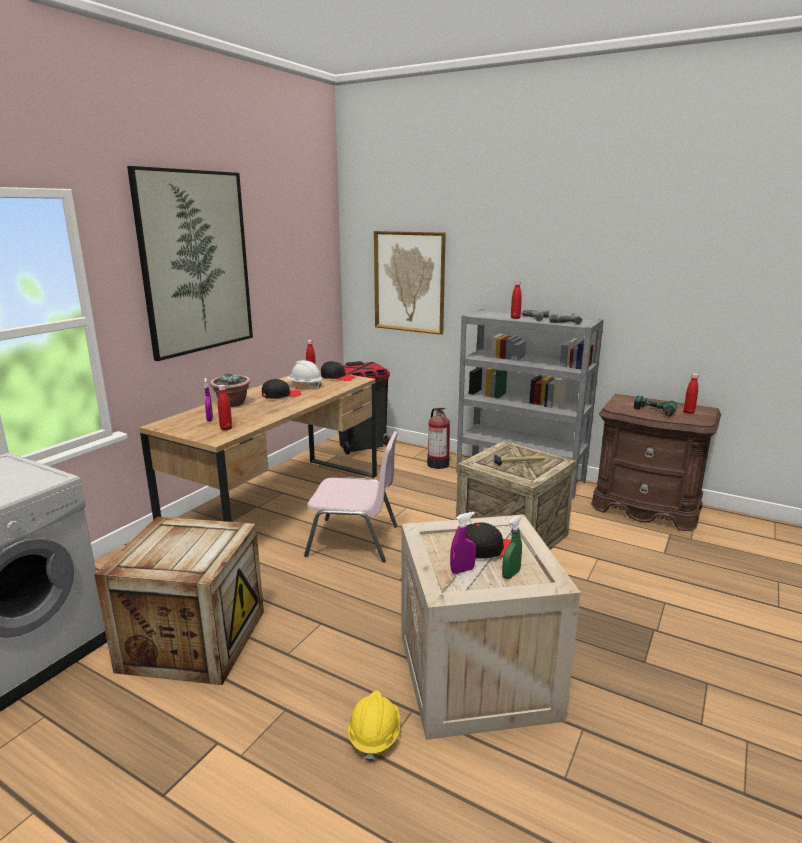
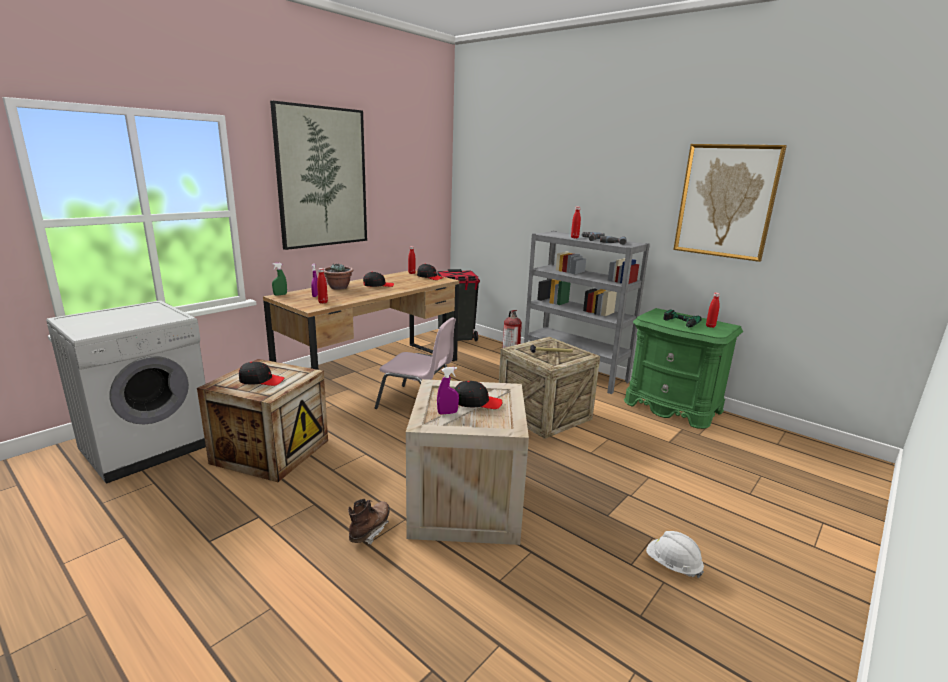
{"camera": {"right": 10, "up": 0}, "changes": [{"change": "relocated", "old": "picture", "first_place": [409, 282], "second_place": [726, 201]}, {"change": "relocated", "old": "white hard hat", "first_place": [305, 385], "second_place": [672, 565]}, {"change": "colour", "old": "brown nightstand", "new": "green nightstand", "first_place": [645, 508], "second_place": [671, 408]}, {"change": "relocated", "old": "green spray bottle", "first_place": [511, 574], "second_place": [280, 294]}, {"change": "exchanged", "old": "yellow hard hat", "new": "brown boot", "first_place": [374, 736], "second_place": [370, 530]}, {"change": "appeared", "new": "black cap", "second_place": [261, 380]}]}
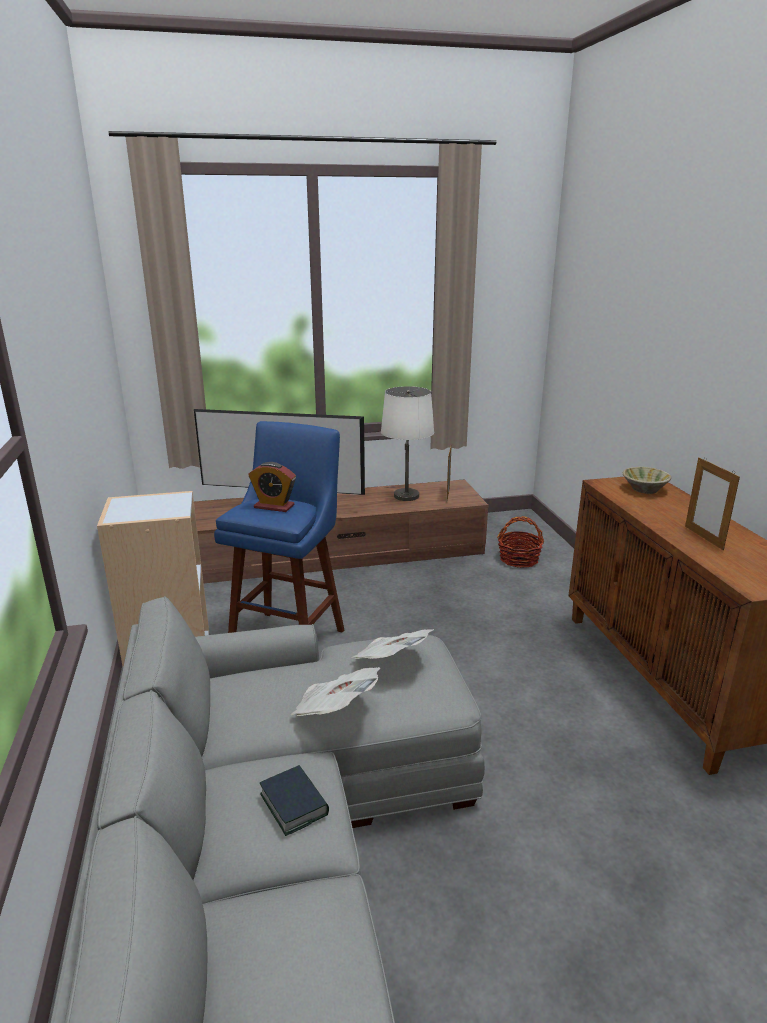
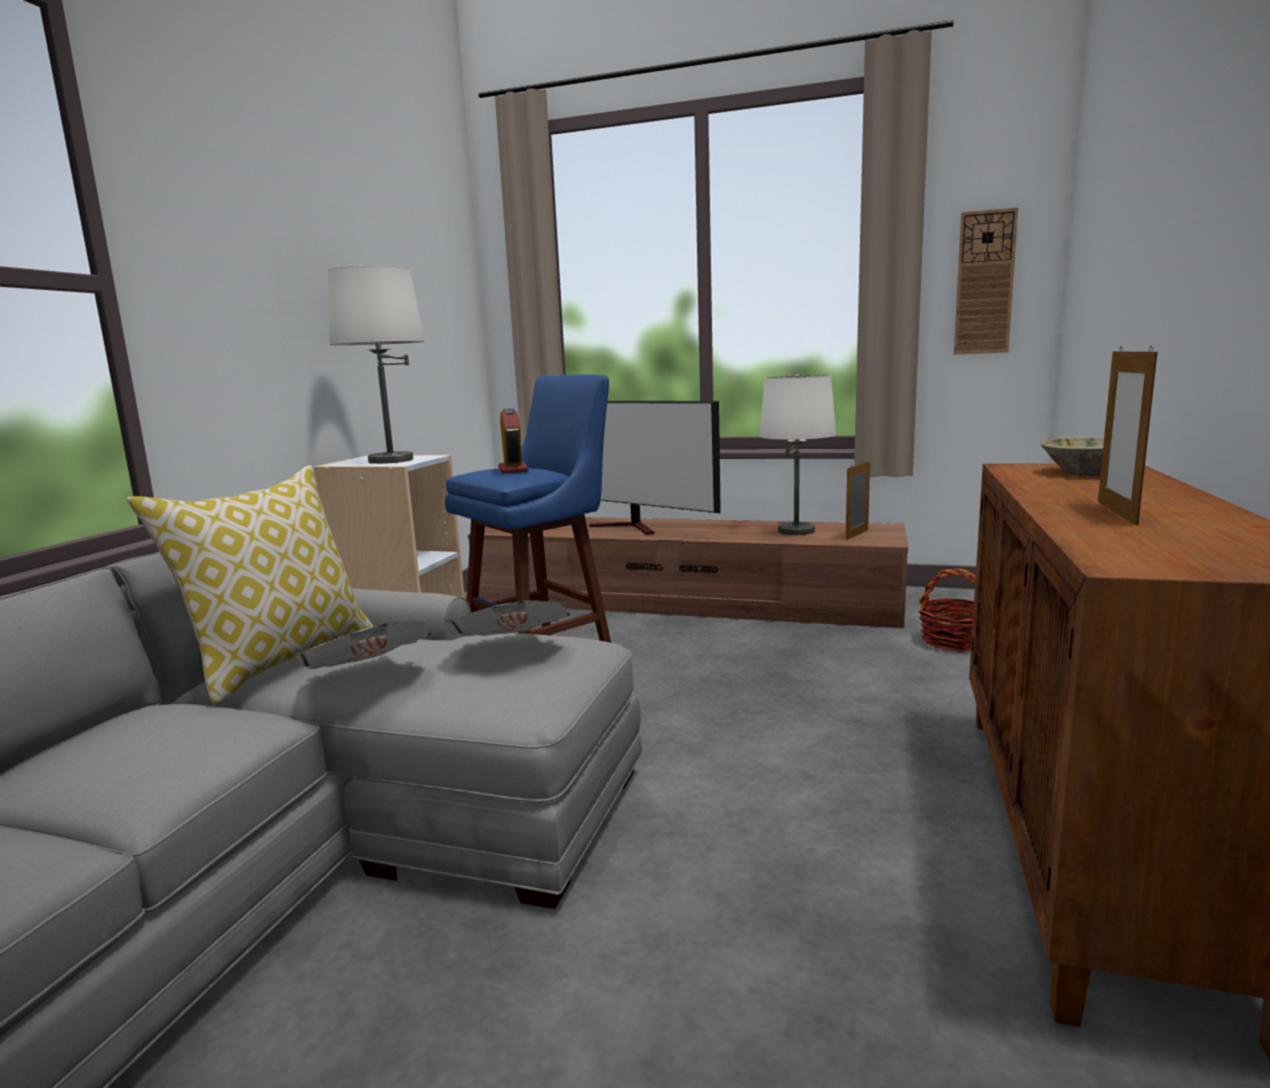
{"camera": {"right": 30, "up": -10}, "changes": [{"change": "spun", "old": "alarm clock", "first_place": [274, 506], "second_place": [513, 469], "degrees": -150}, {"change": "missing", "old": "book", "first_place": [294, 804]}, {"change": "appeared", "new": "wall clock", "second_place": [984, 283]}, {"change": "appeared", "new": "white table lamp", "second_place": [391, 460]}, {"change": "appeared", "new": "pillow", "second_place": [281, 660]}]}
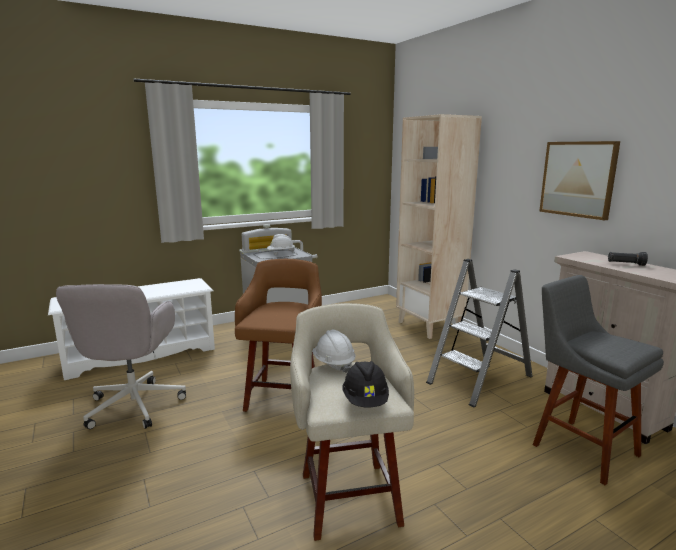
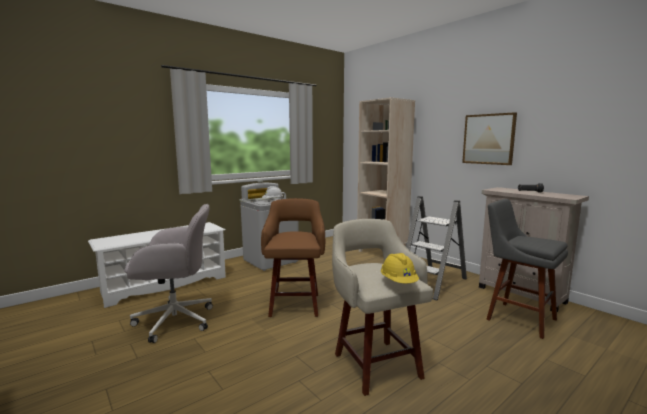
{"camera": {"right": -10, "up": -5}, "changes": [{"change": "spun", "old": "grey office chair", "first_place": [134, 406], "second_place": [176, 321], "degrees": -90}, {"change": "missing", "old": "white hard hat", "first_place": [333, 363]}, {"change": "colour", "old": "black hard hat", "new": "yellow hard hat", "first_place": [365, 401], "second_place": [398, 282]}]}
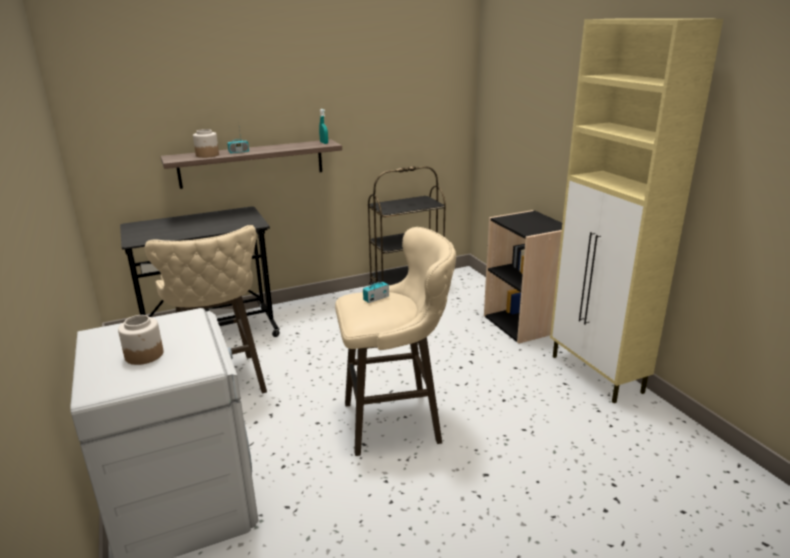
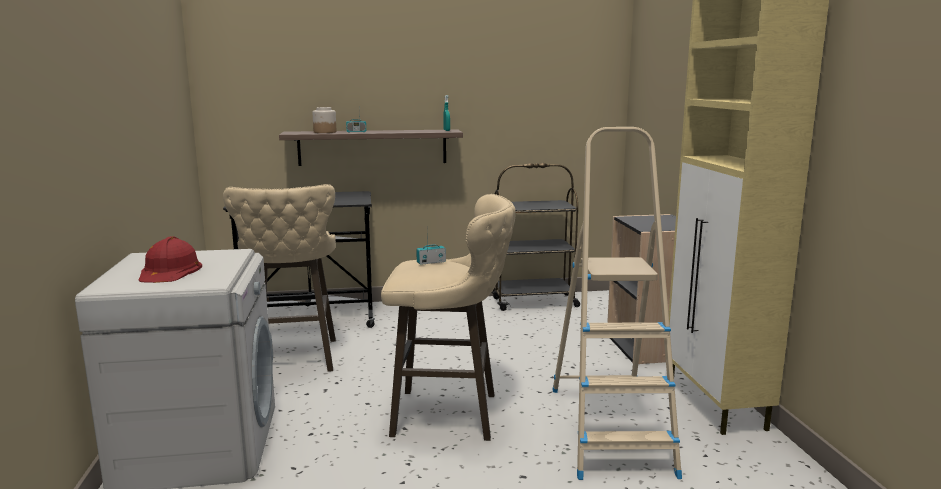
{"camera": {"right": 15, "up": -10}, "changes": [{"change": "exchanged", "old": "jar", "new": "red hard hat", "first_place": [144, 355], "second_place": [170, 271]}, {"change": "appeared", "new": "beige step ladder", "second_place": [609, 429]}]}
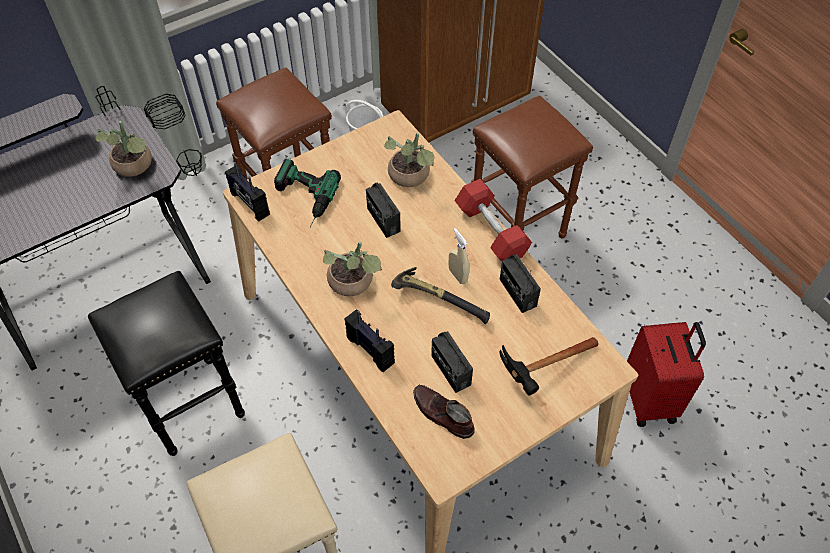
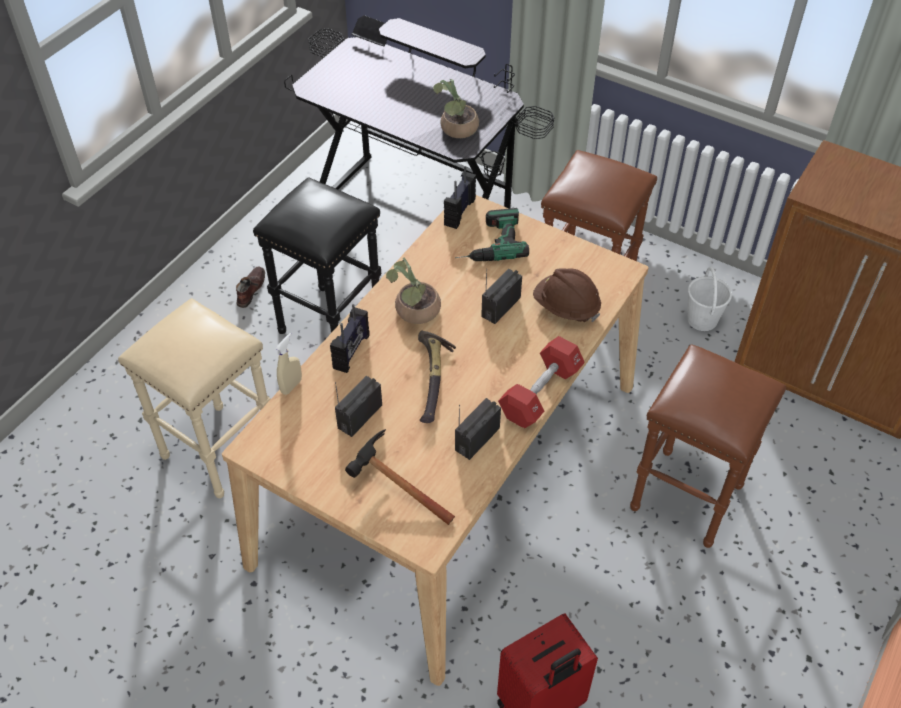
{"camera": {"right": 65, "up": -5}, "changes": [{"change": "exchanged", "old": "potted plant", "new": "brown hard hat", "first_place": [410, 178], "second_place": [566, 307]}, {"change": "relocated", "old": "beige spray bottle", "first_place": [458, 275], "second_place": [291, 386]}, {"change": "relocated", "old": "brown shoe", "first_place": [442, 414], "second_place": [250, 289]}]}
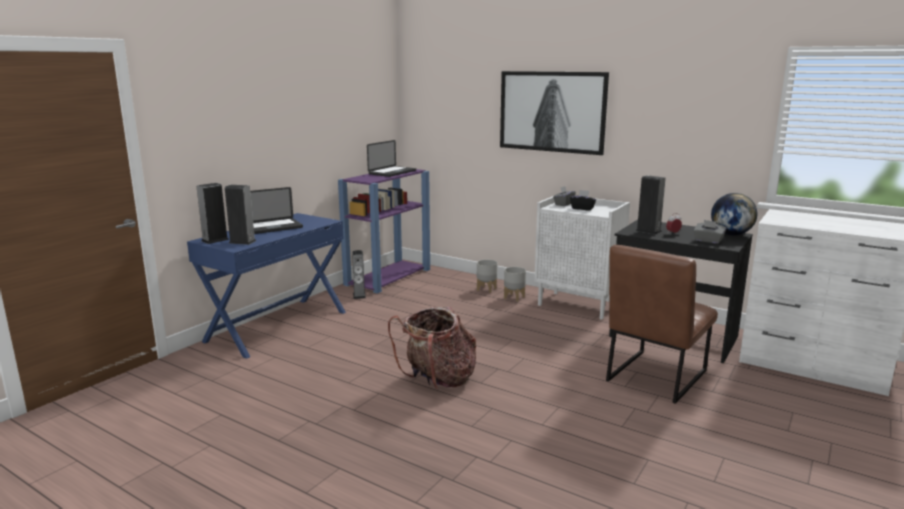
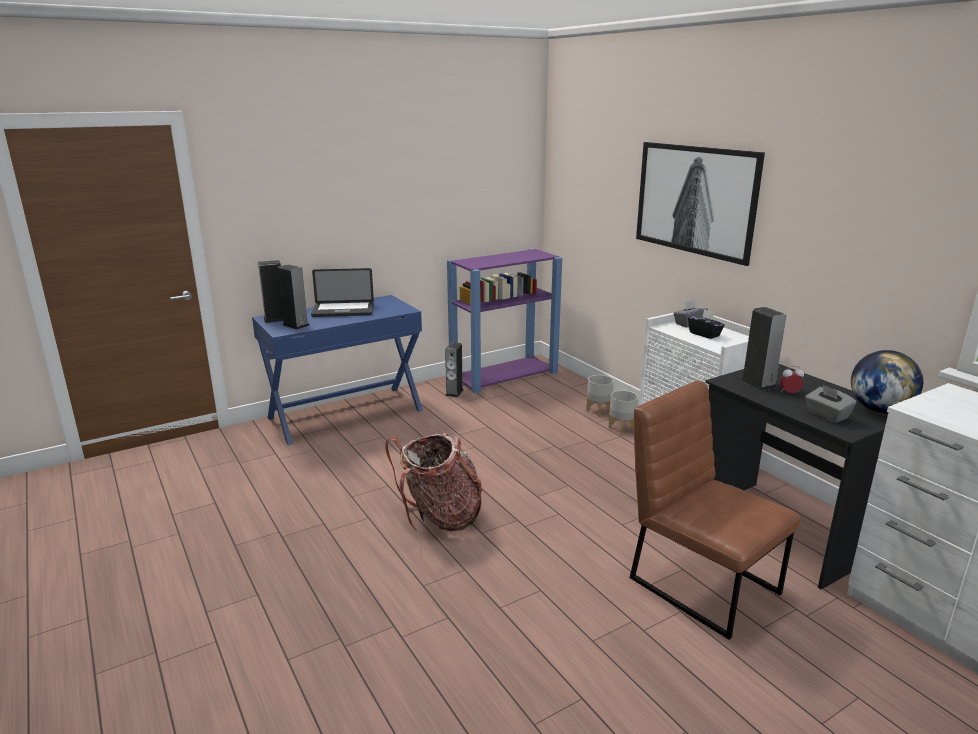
{"camera": {"right": 25, "up": 5}, "changes": [{"change": "missing", "old": "laptop", "first_place": [392, 172]}, {"change": "spun", "old": "brown chair", "first_place": [654, 376], "second_place": [701, 583], "degrees": 75}]}
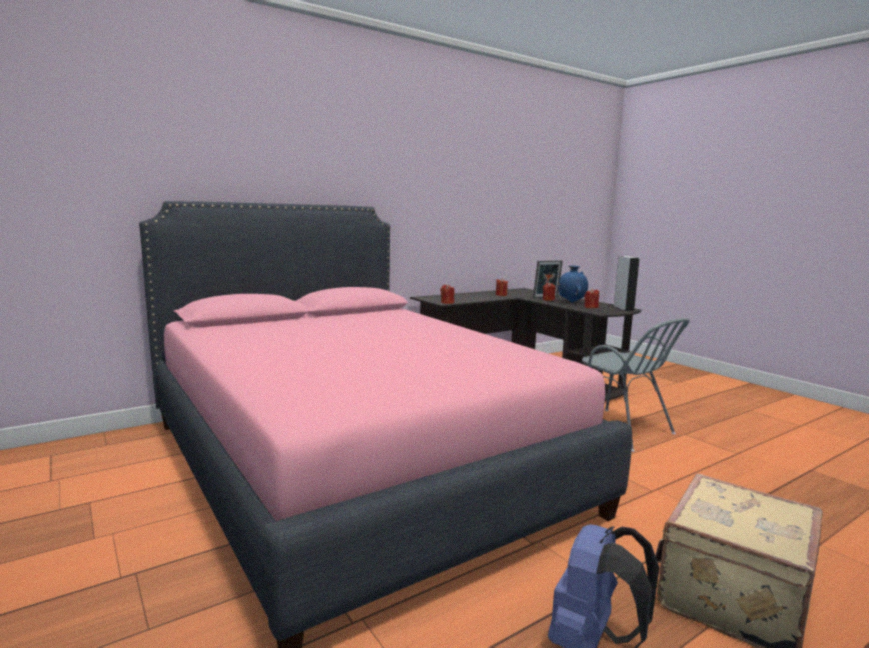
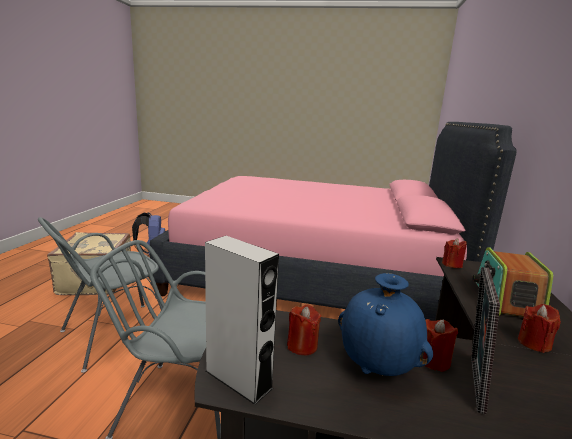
{"camera": {"right": 135, "up": 5}, "changes": [{"change": "appeared", "new": "grey chair", "second_place": [112, 335]}, {"change": "appeared", "new": "radio", "second_place": [505, 301]}]}
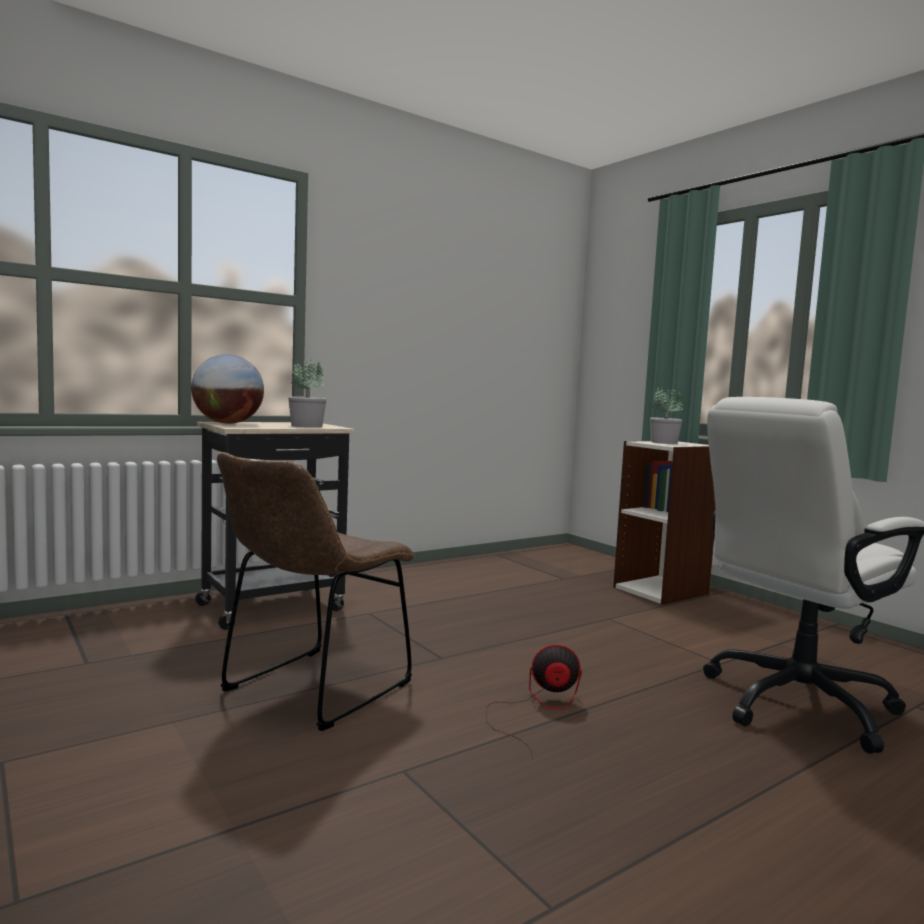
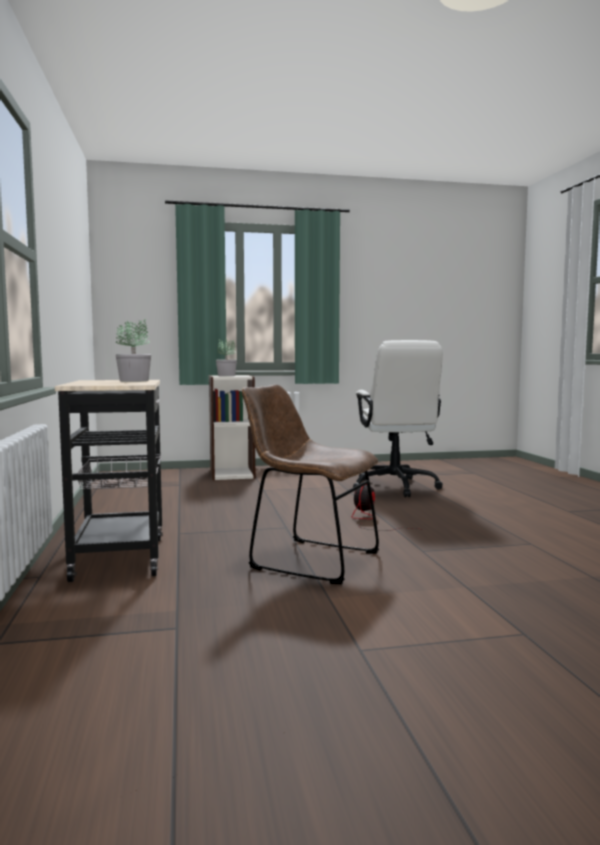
{"camera": {"right": -65, "up": 0}, "changes": [{"change": "missing", "old": "globe", "first_place": [228, 423]}, {"change": "spun", "old": "brown chair", "first_place": [311, 690], "second_place": [309, 559], "degrees": 150}]}
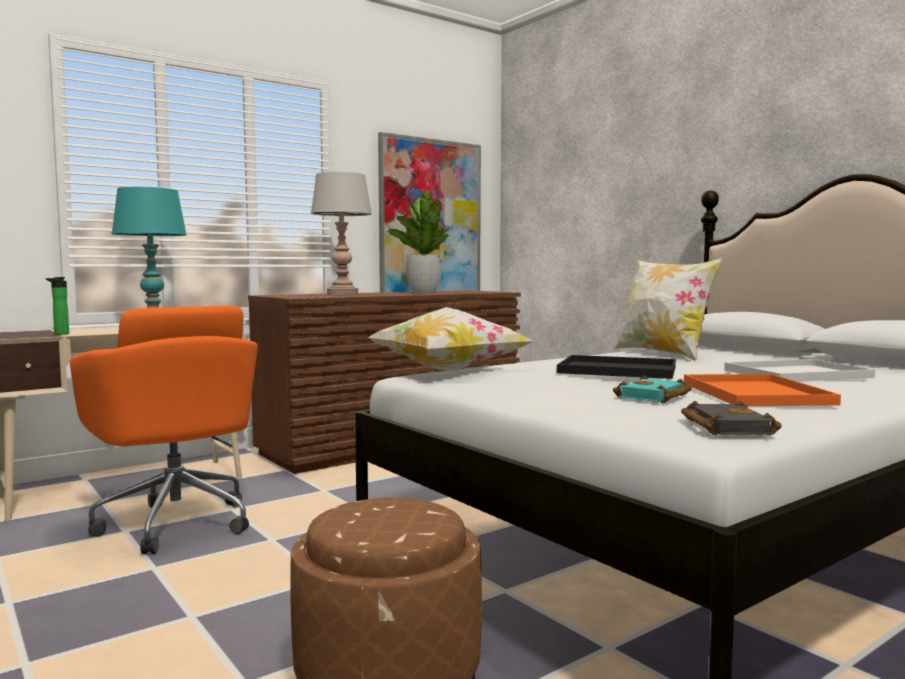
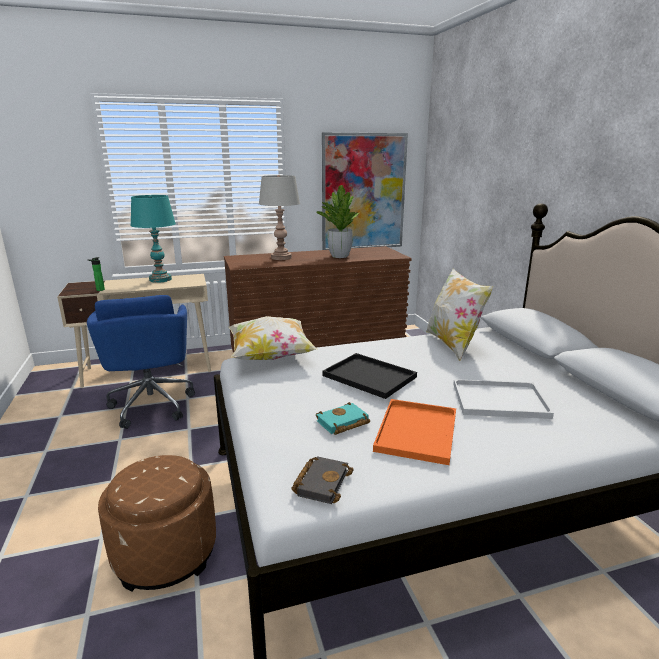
{"camera": {"right": 20, "up": 15}, "changes": [{"change": "colour", "old": "orange office chair", "new": "blue office chair", "first_place": [173, 522], "second_place": [152, 404]}]}
